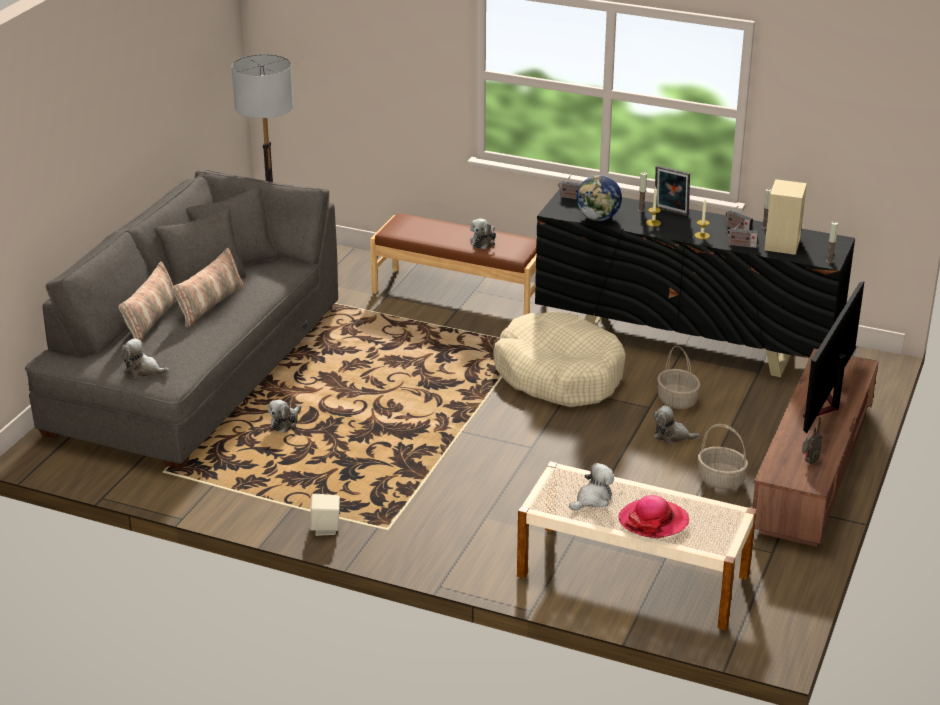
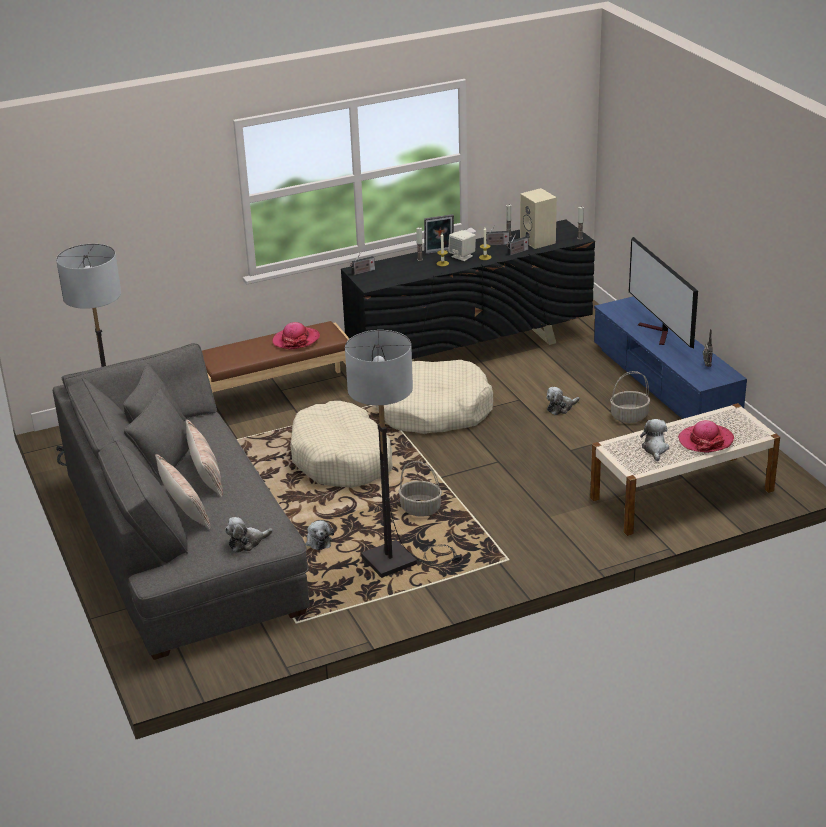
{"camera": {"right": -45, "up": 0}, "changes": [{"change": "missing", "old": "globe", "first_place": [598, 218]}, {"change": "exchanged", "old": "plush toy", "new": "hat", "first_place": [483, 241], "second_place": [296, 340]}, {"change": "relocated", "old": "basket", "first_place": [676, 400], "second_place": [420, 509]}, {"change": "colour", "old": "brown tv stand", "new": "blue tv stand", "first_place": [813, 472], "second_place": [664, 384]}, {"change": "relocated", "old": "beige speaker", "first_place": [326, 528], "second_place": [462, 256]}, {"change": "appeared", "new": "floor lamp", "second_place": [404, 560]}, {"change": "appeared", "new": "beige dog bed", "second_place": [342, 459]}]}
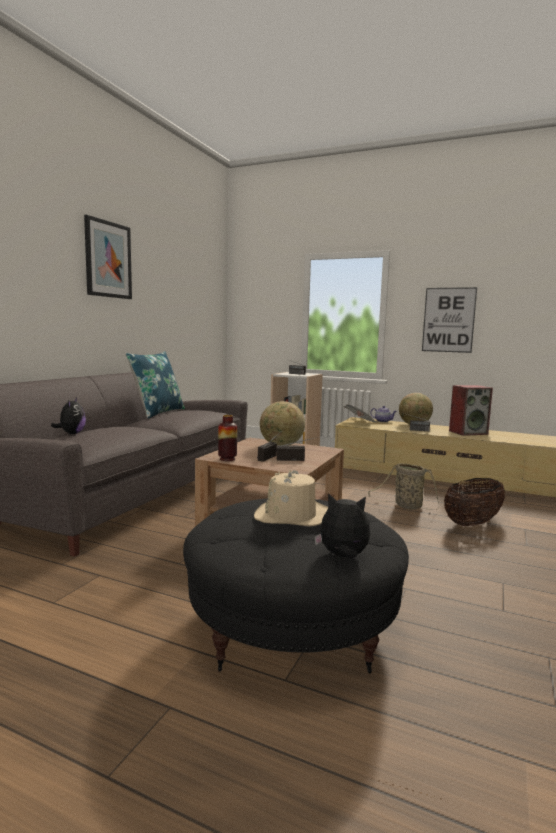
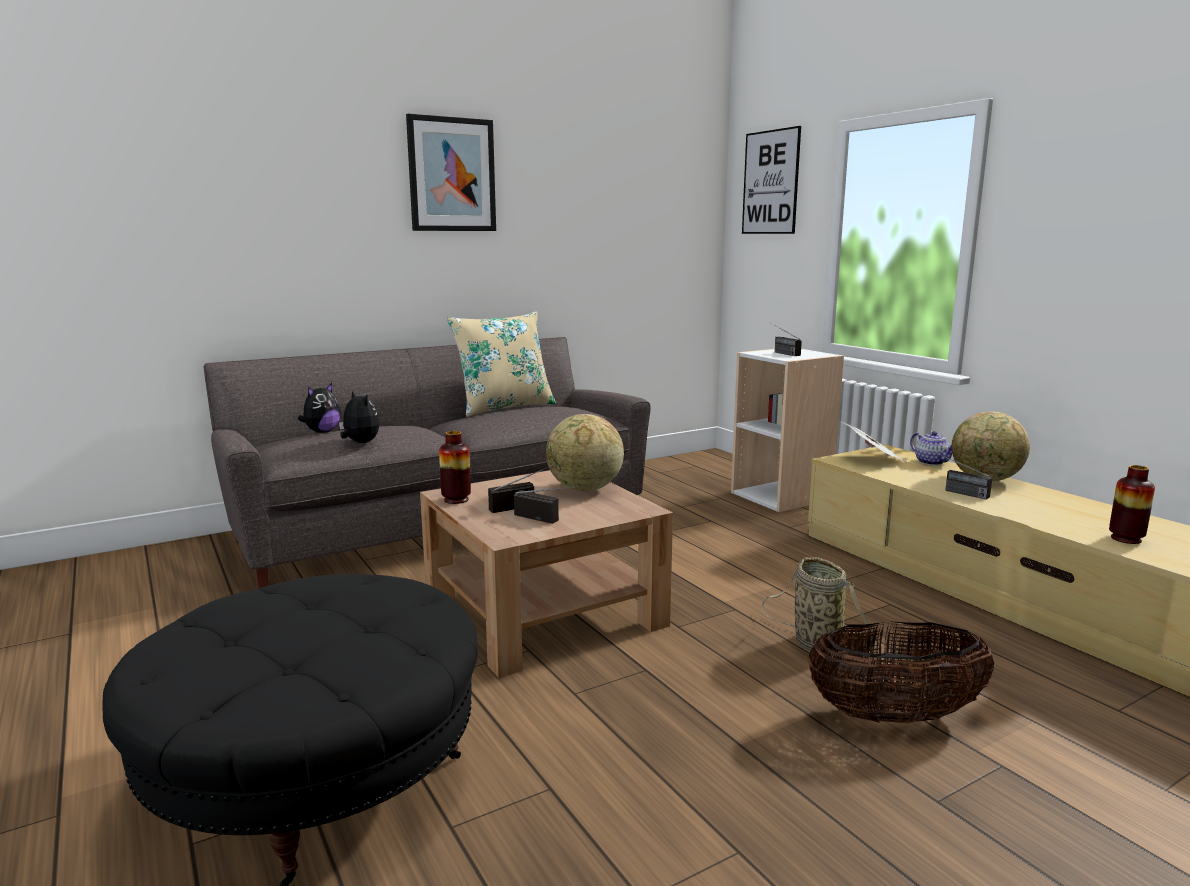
{"camera": {"right": 35, "up": 5}, "changes": [{"change": "relocated", "old": "picture", "first_place": [448, 320], "second_place": [770, 182]}, {"change": "colour", "old": "blue pillow", "new": "beige pillow", "first_place": [157, 412], "second_place": [504, 407]}, {"change": "missing", "old": "speaker", "first_place": [468, 432]}, {"change": "missing", "old": "beige hat", "first_place": [292, 516]}, {"change": "relocated", "old": "plush toy", "first_place": [343, 557], "second_place": [360, 443]}, {"change": "appeared", "new": "vase", "second_place": [1126, 539]}]}
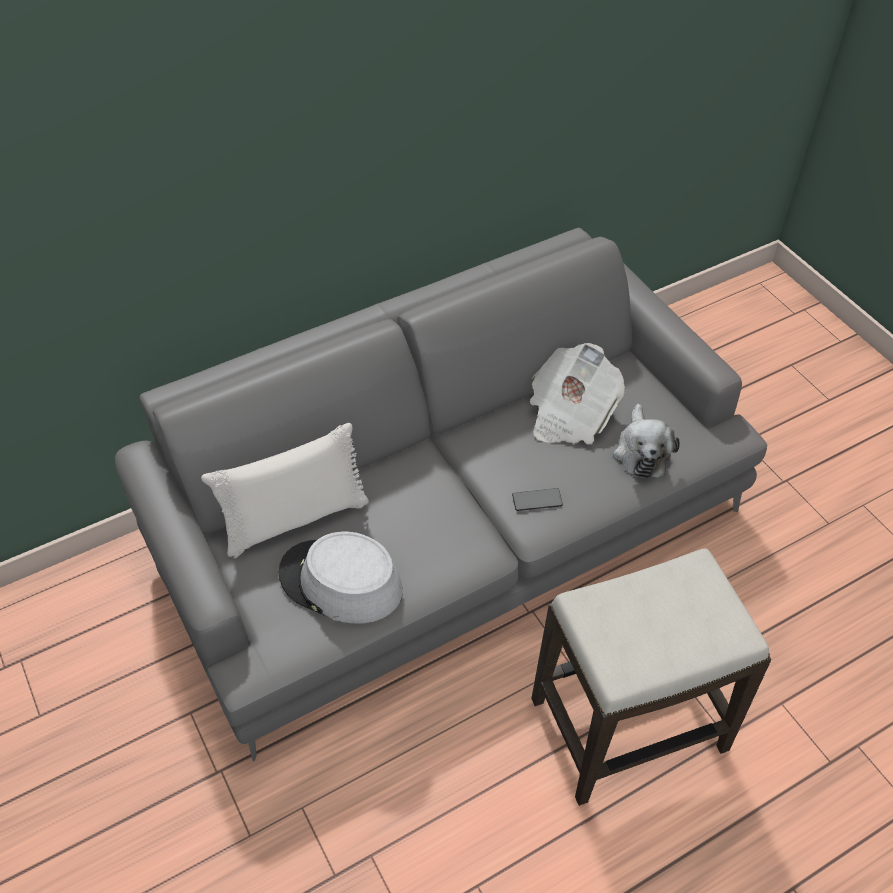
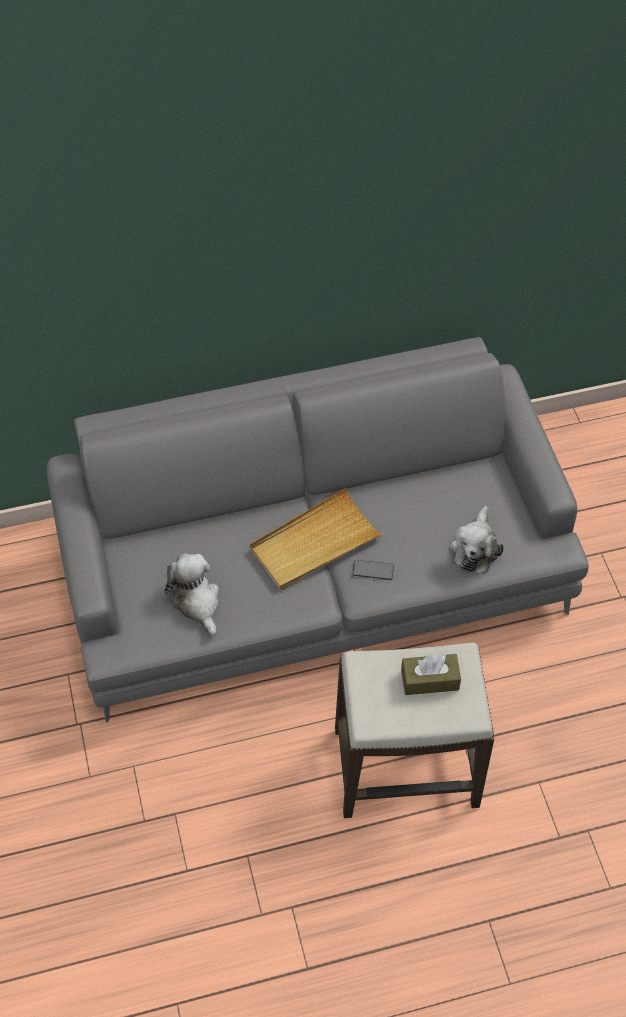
{"camera": {"right": 15, "up": 5}, "changes": [{"change": "missing", "old": "newspaper", "first_place": [570, 413]}, {"change": "missing", "old": "white pillow", "first_place": [294, 518]}, {"change": "exchanged", "old": "grey hat", "new": "plush toy", "first_place": [340, 582], "second_place": [196, 601]}, {"change": "appeared", "new": "beige tray", "second_place": [314, 543]}, {"change": "appeared", "new": "brown tissue box", "second_place": [429, 680]}]}
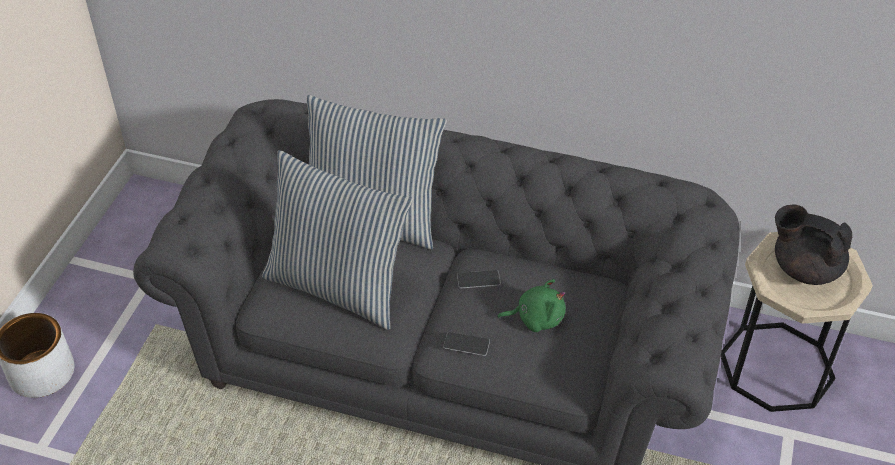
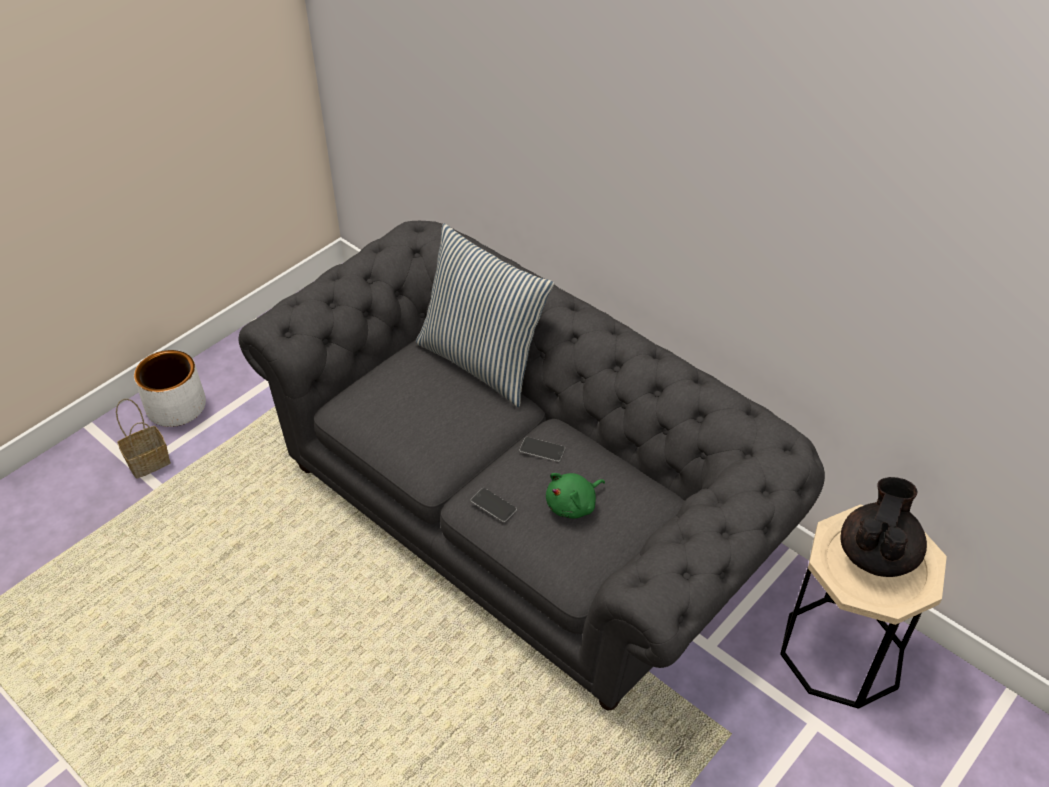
{"camera": {"right": 25, "up": 0}, "changes": [{"change": "missing", "old": "pillow", "first_place": [338, 286]}, {"change": "spun", "old": "black teapot", "first_place": [804, 268], "second_place": [877, 554], "degrees": 60}, {"change": "spun", "old": "green plush toy", "first_place": [536, 318], "second_place": [573, 505], "degrees": 120}, {"change": "appeared", "new": "basket", "second_place": [149, 461]}]}
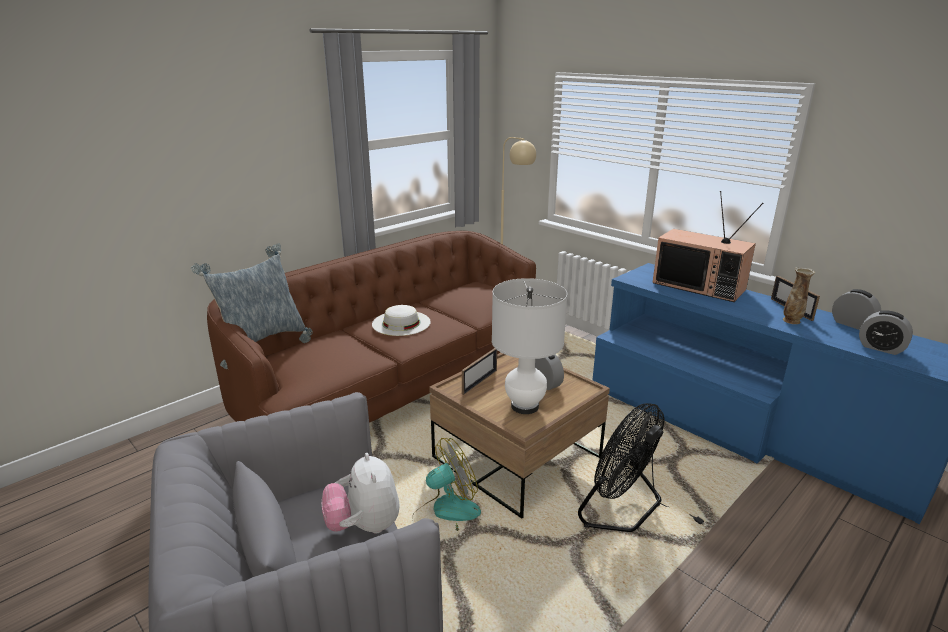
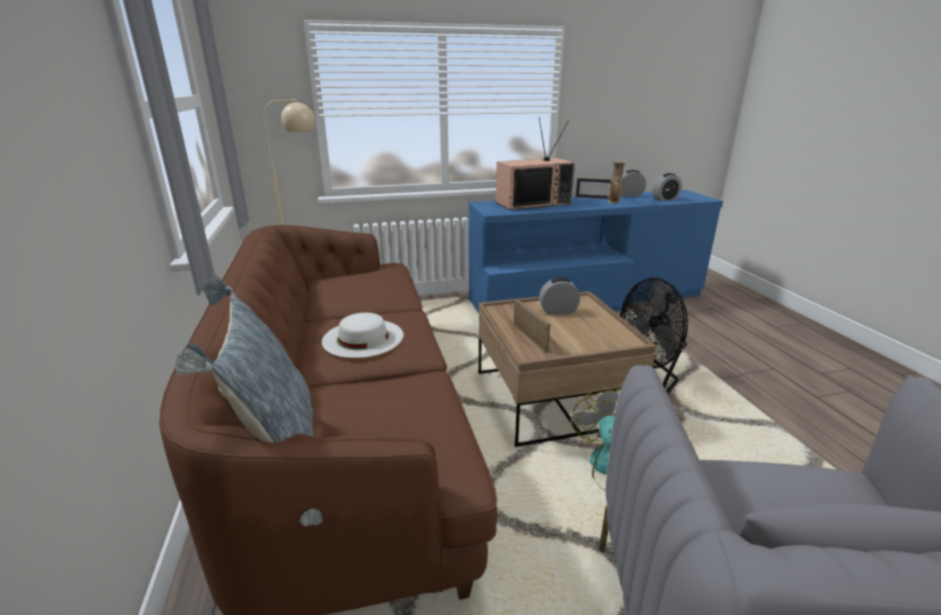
{"camera": {"right": -60, "up": 0}, "changes": [{"change": "missing", "old": "white table lamp", "first_place": [524, 406]}, {"change": "missing", "old": "plush toy", "first_place": [364, 526]}]}
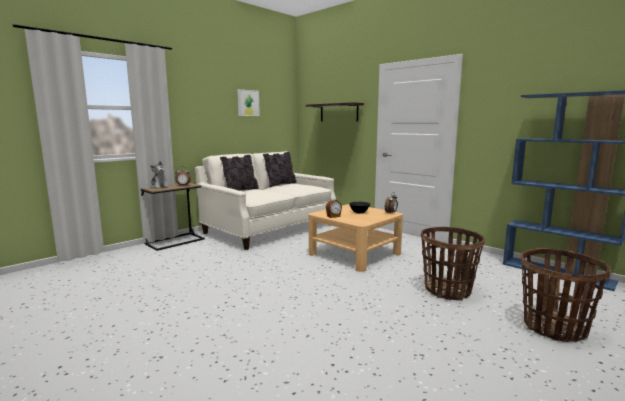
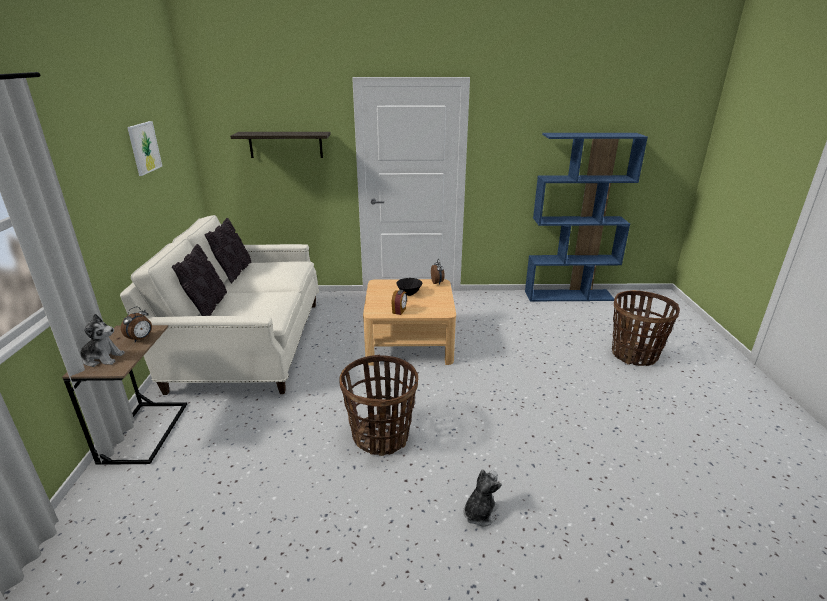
{"camera": {"right": -45, "up": 15}, "changes": [{"change": "relocated", "old": "basket", "first_place": [447, 290], "second_place": [381, 436]}, {"change": "appeared", "new": "plush toy", "second_place": [479, 513]}]}
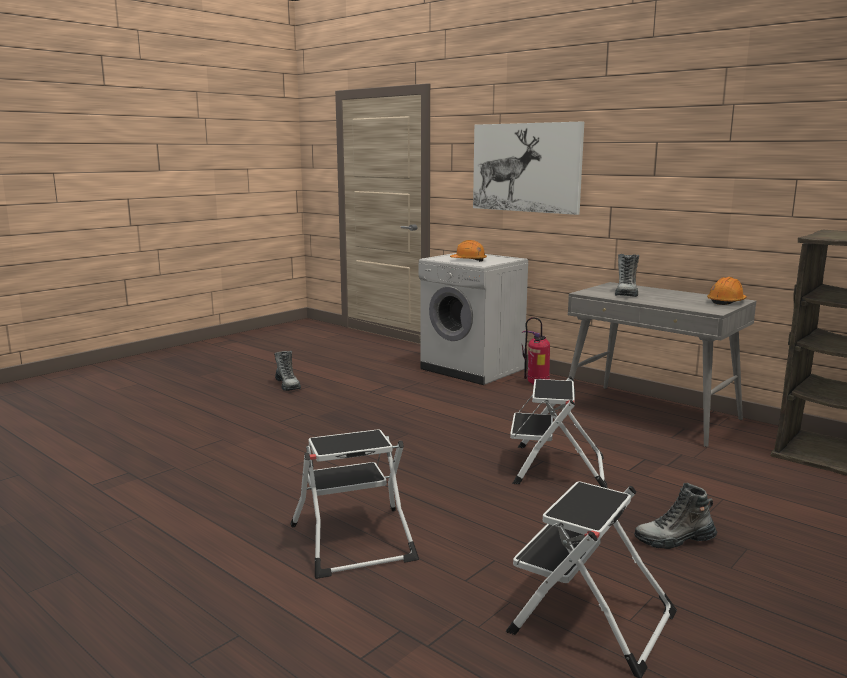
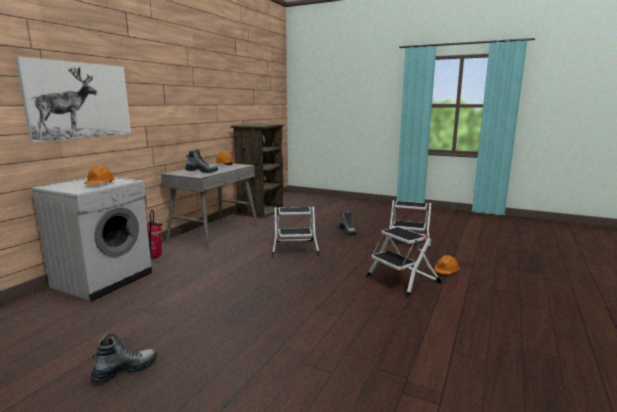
{"camera": {"right": -105, "up": 0}, "changes": [{"change": "appeared", "new": "orange hard hat", "second_place": [446, 271]}]}
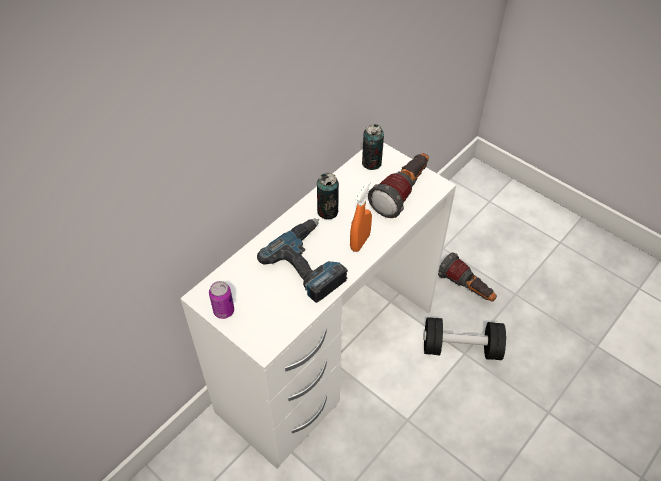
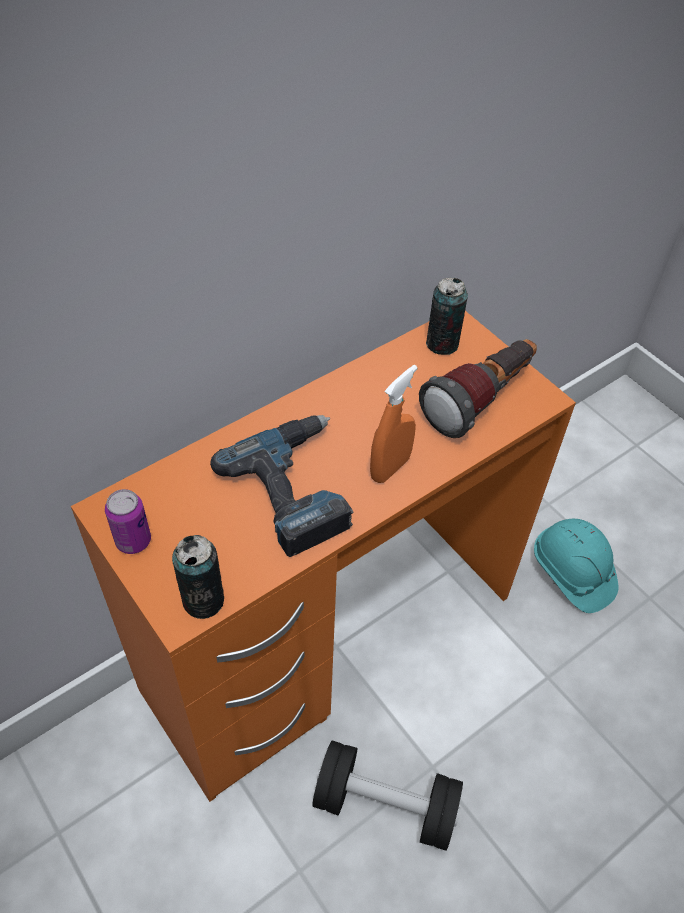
{"camera": {"right": 10, "up": 0}, "changes": [{"change": "colour", "old": "white desk", "new": "orange desk", "first_place": [327, 358], "second_place": [330, 640]}, {"change": "relocated", "old": "can", "first_place": [327, 211], "second_place": [203, 600]}, {"change": "exchanged", "old": "flashlight", "new": "turquoise hard hat", "first_place": [466, 288], "second_place": [572, 573]}, {"change": "relocated", "old": "black dumbbell", "first_place": [461, 348], "second_place": [385, 804]}]}
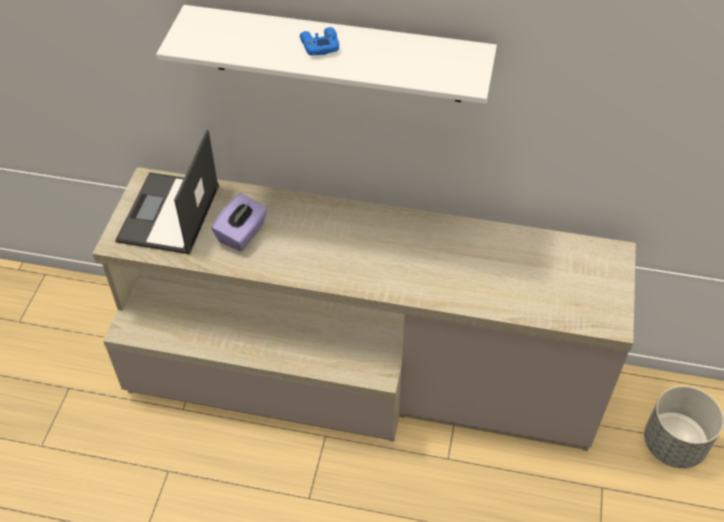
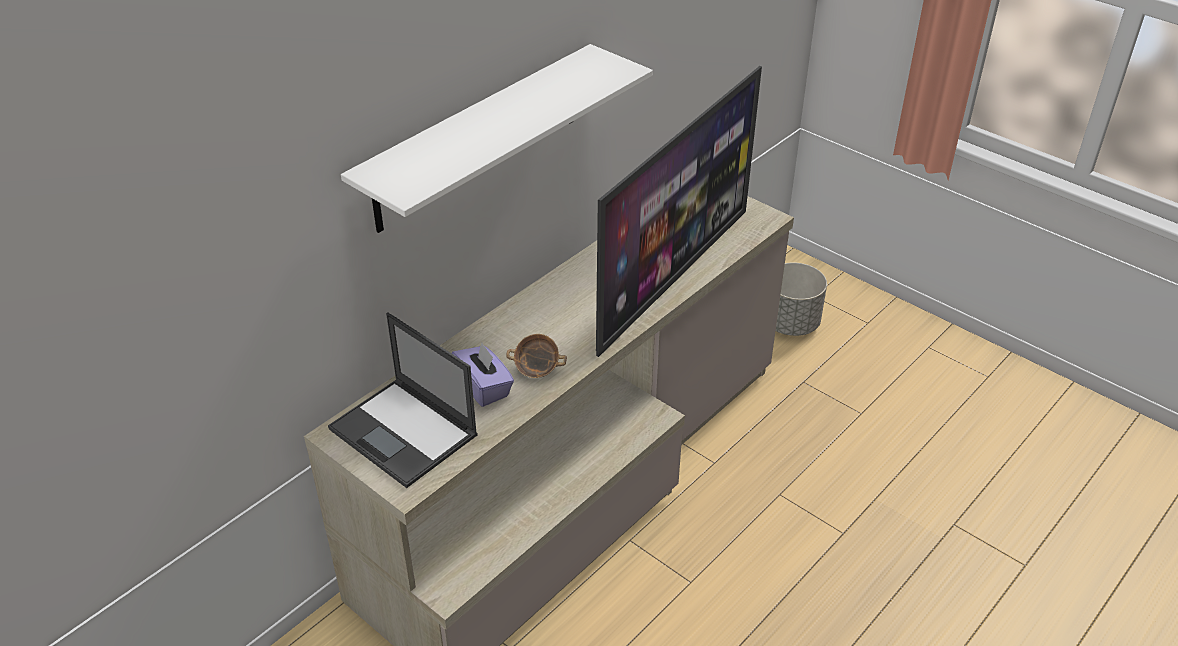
{"camera": {"right": -60, "up": -10}, "changes": [{"change": "missing", "old": "blue game controller", "first_place": [319, 45]}, {"change": "appeared", "new": "television", "second_place": [672, 277]}, {"change": "appeared", "new": "bowl", "second_place": [537, 370]}]}
